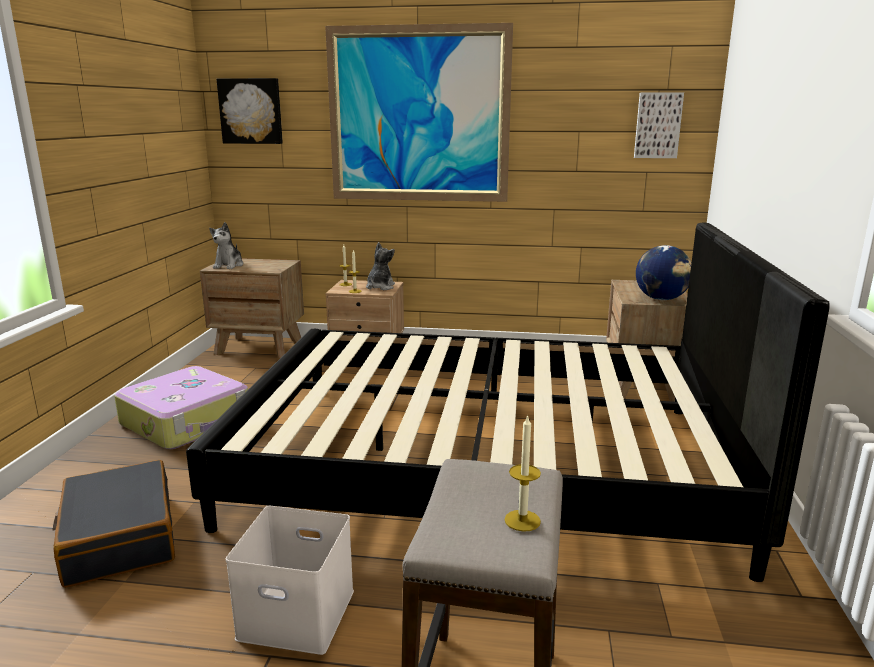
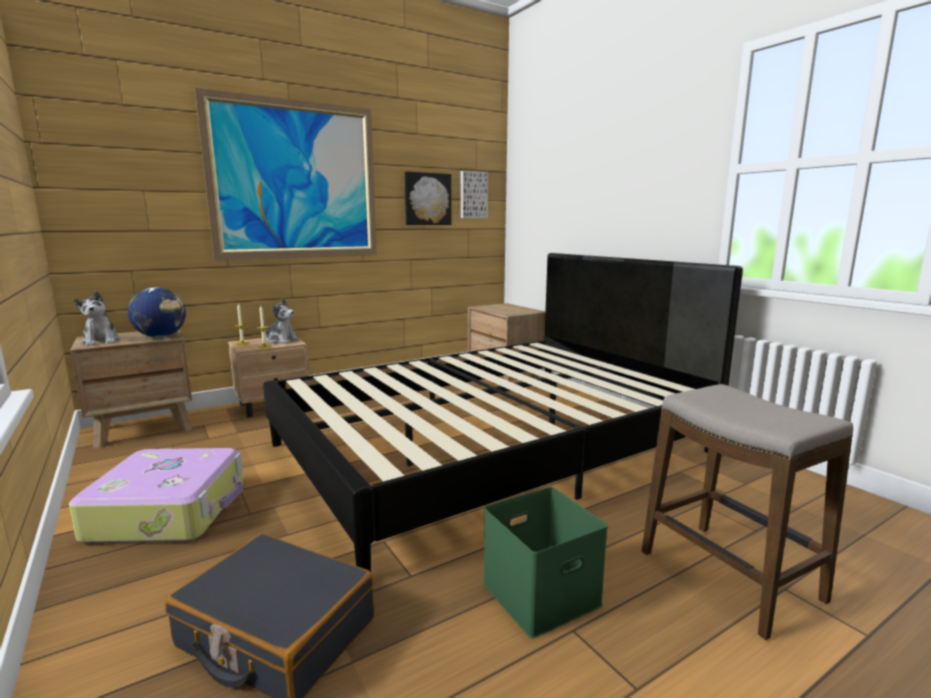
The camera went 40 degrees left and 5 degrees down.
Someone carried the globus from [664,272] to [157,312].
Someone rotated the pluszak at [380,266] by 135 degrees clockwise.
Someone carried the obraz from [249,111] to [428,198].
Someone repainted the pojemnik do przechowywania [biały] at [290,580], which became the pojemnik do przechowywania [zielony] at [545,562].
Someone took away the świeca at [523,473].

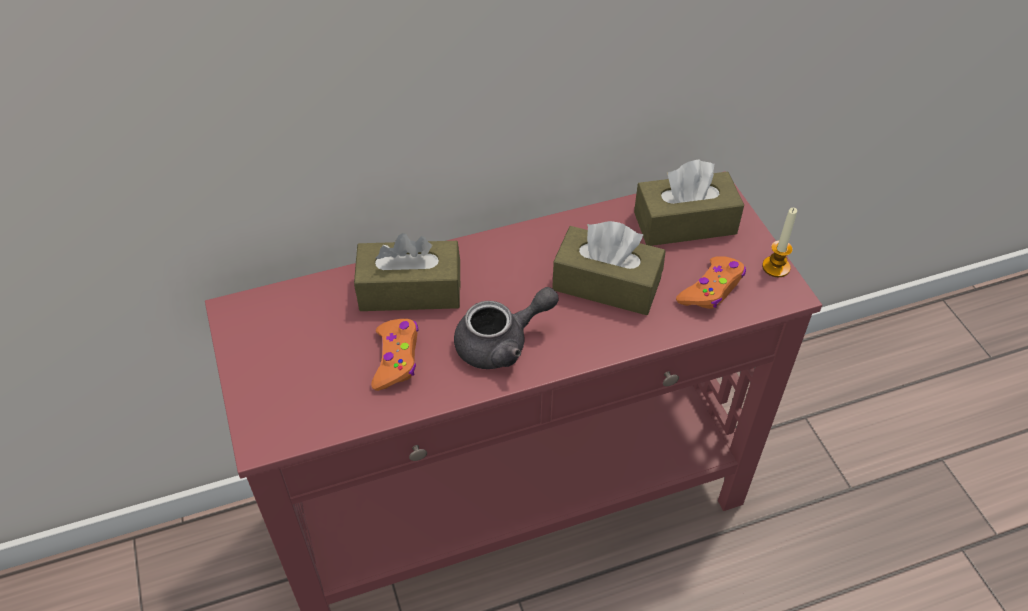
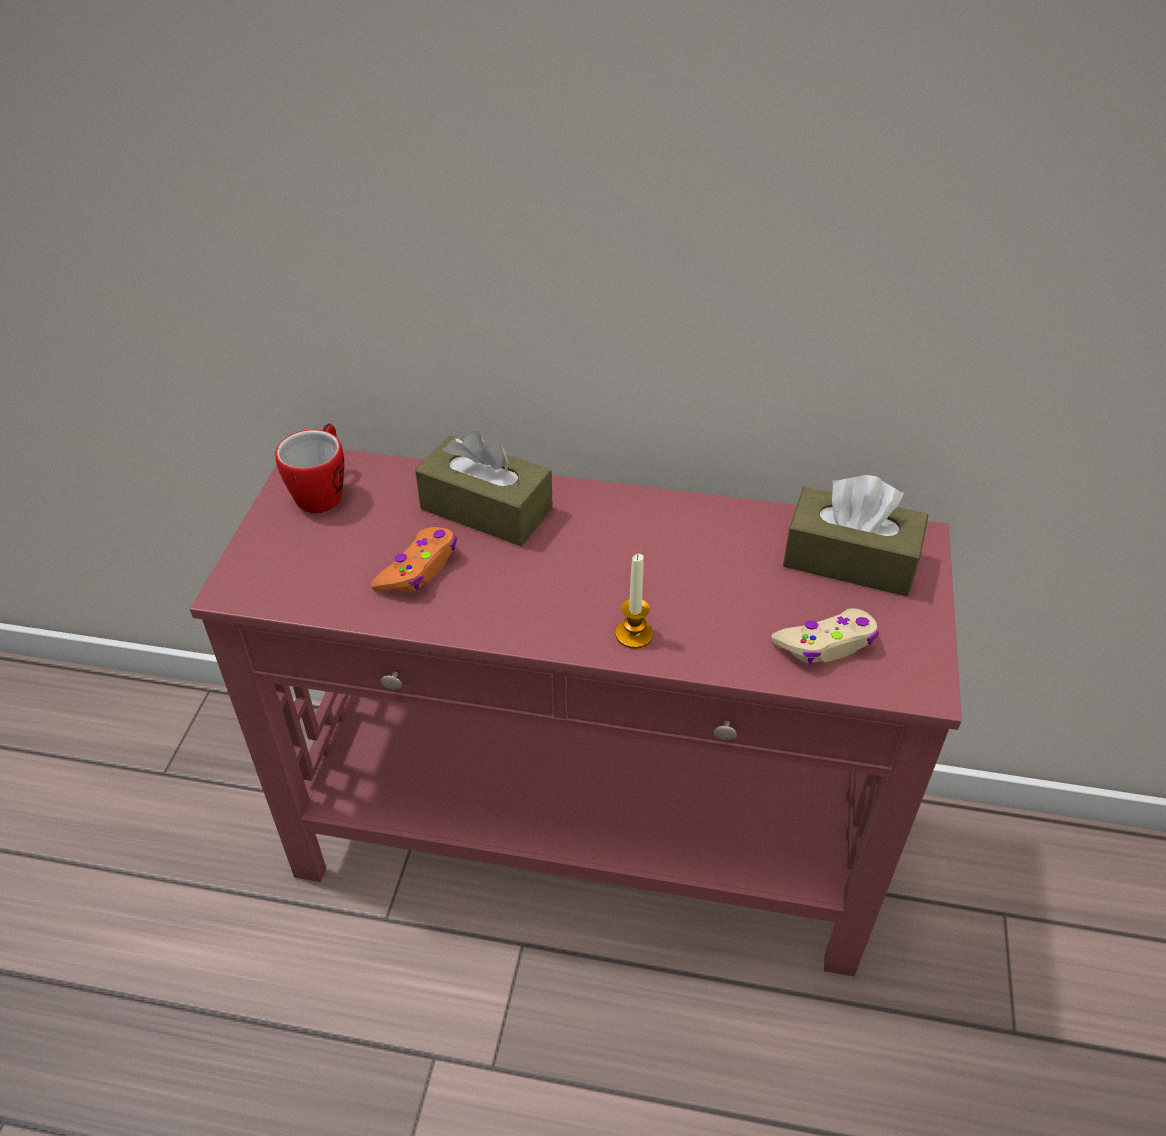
The camera went 30 degrees right and 5 degrees down.
Someone put down the kubek at [309,468].
Someone carried the świeca from [779,242] to [634,601].
Someone repainted the pad do gier [pomarańczowy] at [711,282], which became the pad do gier [beżowy] at [825,635].
Someone took away the imbryk [szary] at [506,328].
Someone took away the pudełko chusteczek [brązowy] at [609,268].

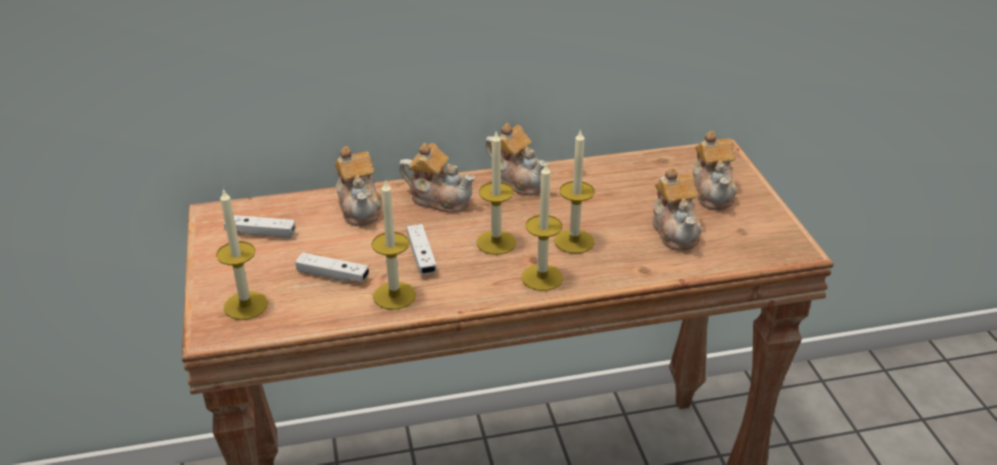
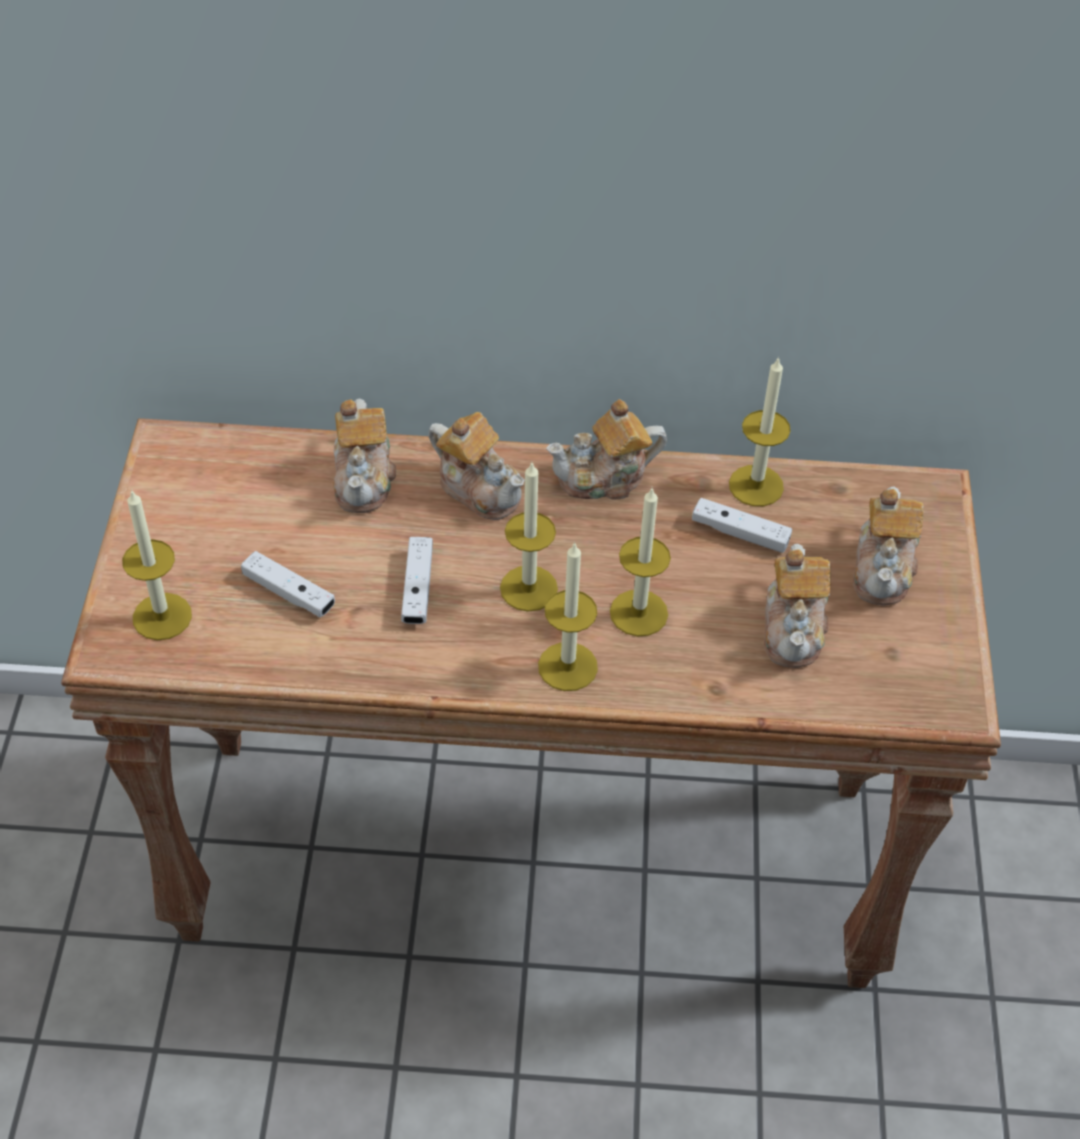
The camera went 15 degrees right and 15 degrees up.
Someone rotated the imbryk at [517,159] by 105 degrees clockwise.
Someone carried the pad do gier [biały] from [259,226] to [742,525].
Someone carried the świeca from [393,244] to [760,431].

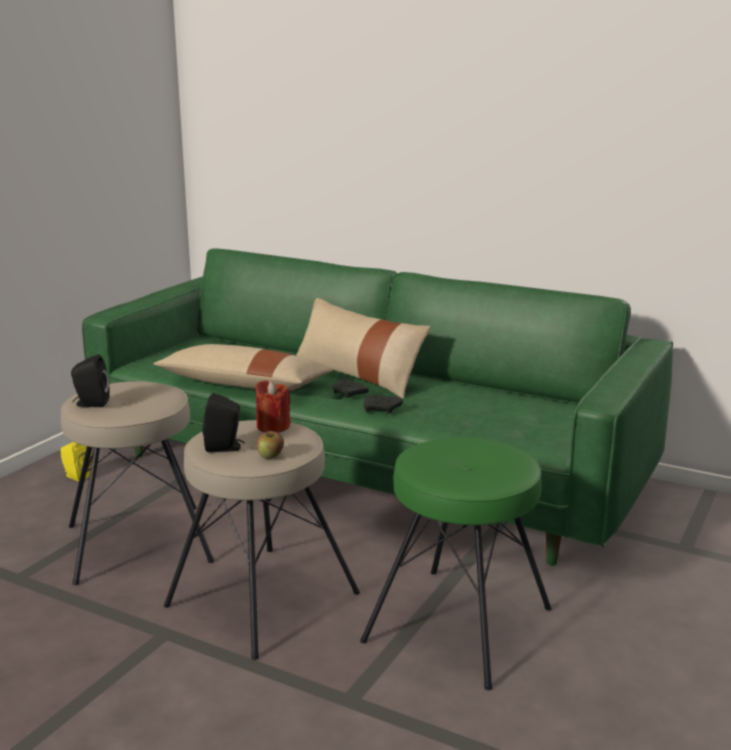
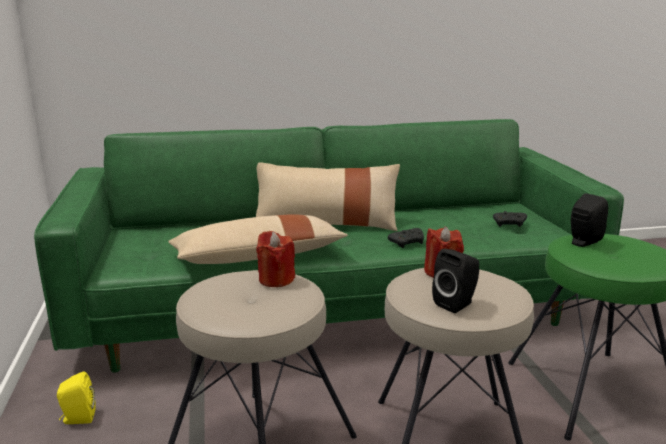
The camera went 40 degrees left and 0 degrees up.
Someone put down the świeca [czerwony] at [275,259].
Someone carried the pad do gier [czarny] from [350,388] to [510,219].
Someone carried the głośnik [czarny] from [90,380] to [589,220].
Someone took away the jabłko at [270,445].

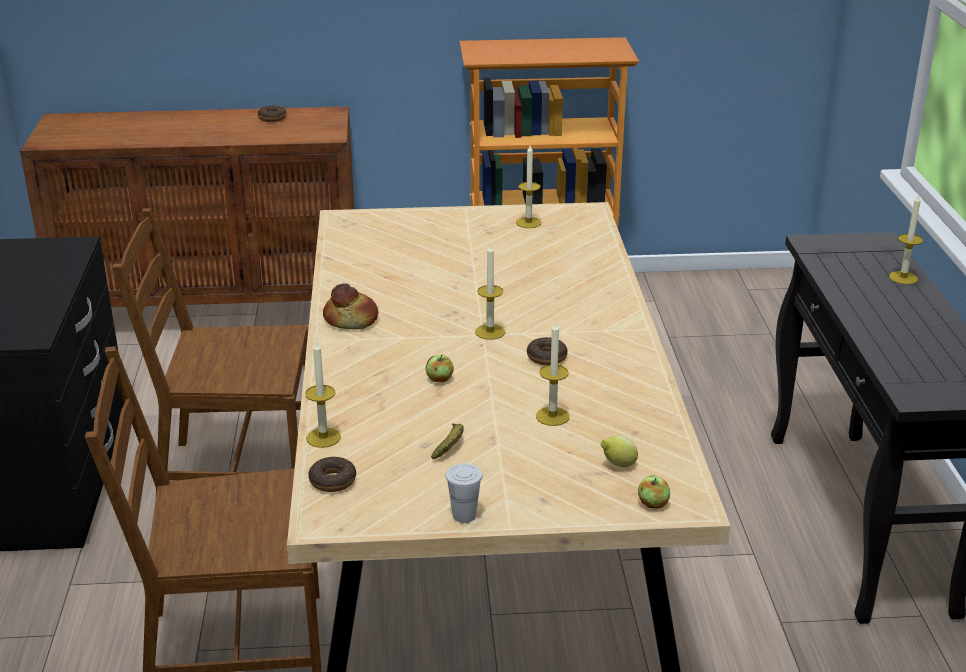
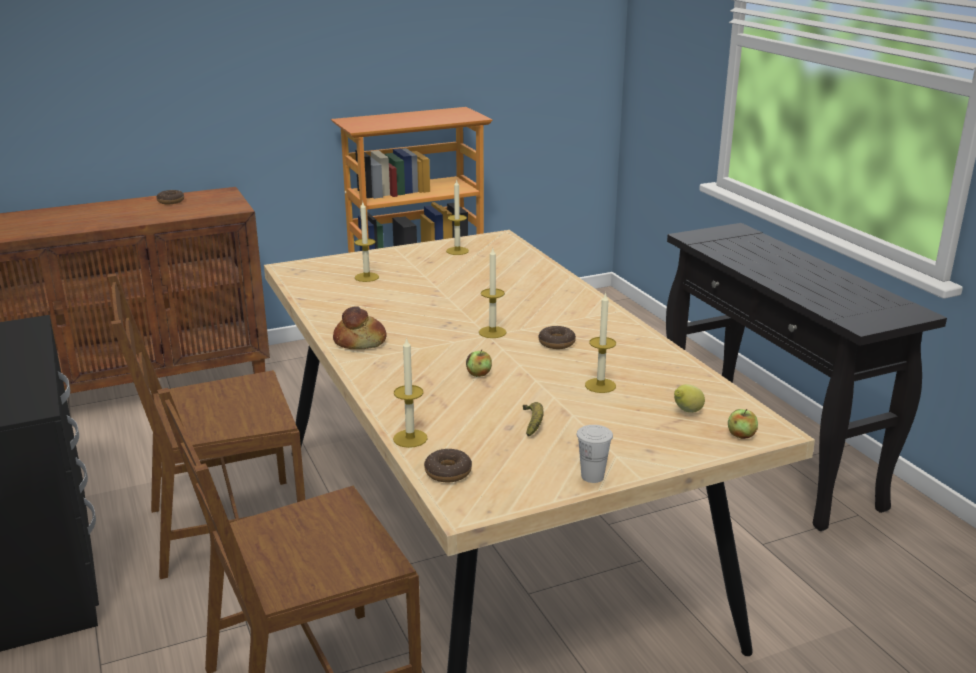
The camera went 20 degrees left and 5 degrees down.
Someone carried the świeca from [906,239] to [366,242].

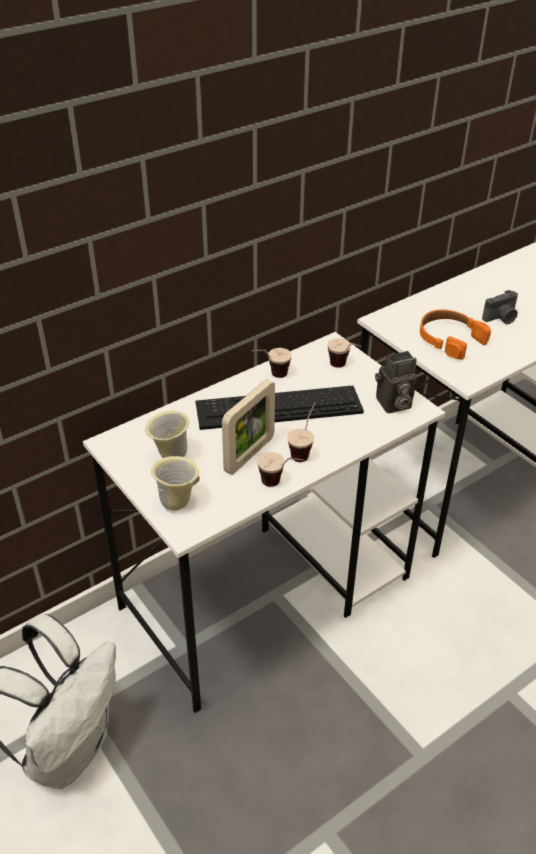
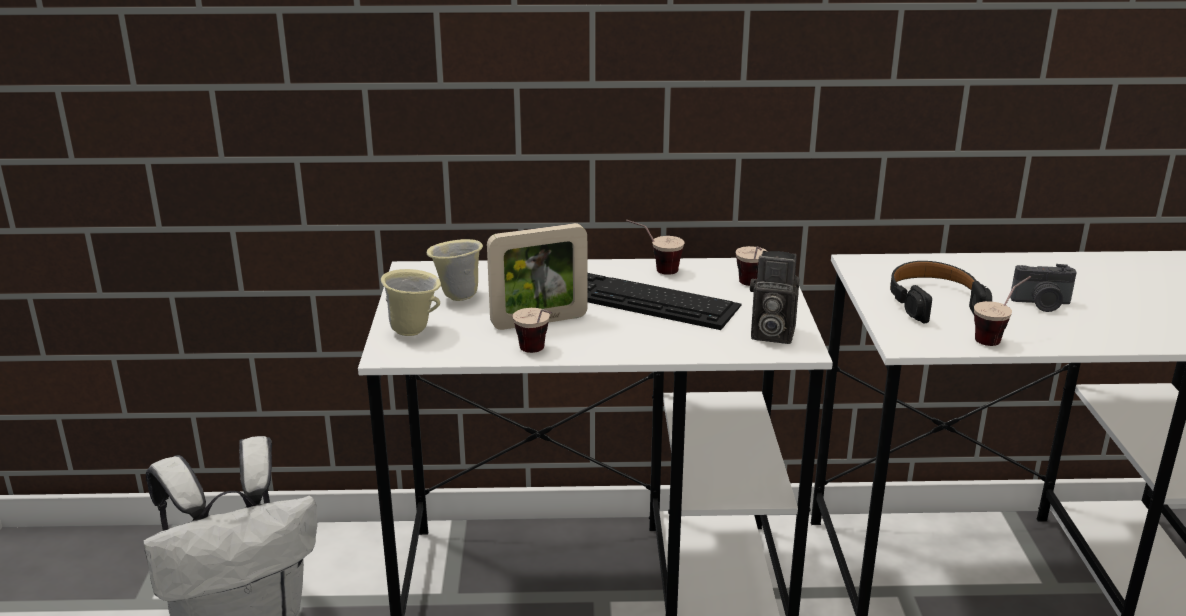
The camera went 35 degrees right and 15 degrees down.
Someone repainted the słuchawki [pomarańczowy] at [455,334], which became the słuchawki [czarny] at [941,292].
Someone carried the filiżanka from [301,432] to [1002,311].

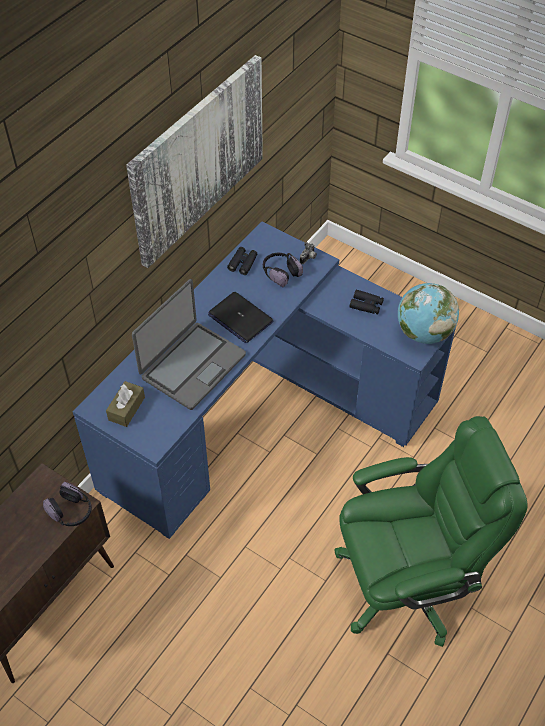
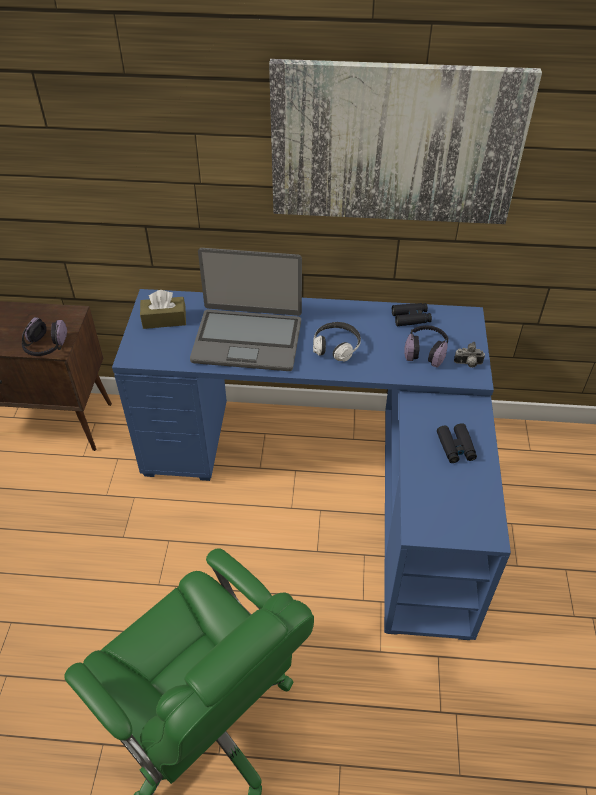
The camera went 60 degrees right and 5 degrees down.
Someone swapped the laptop at [240,317] for the słuchawki at [337,341].
Someone took away the globus at [428,313].

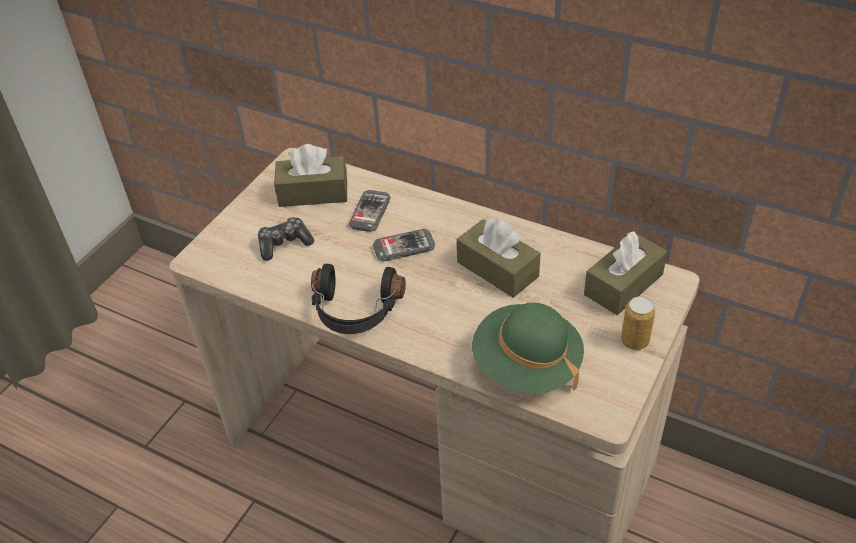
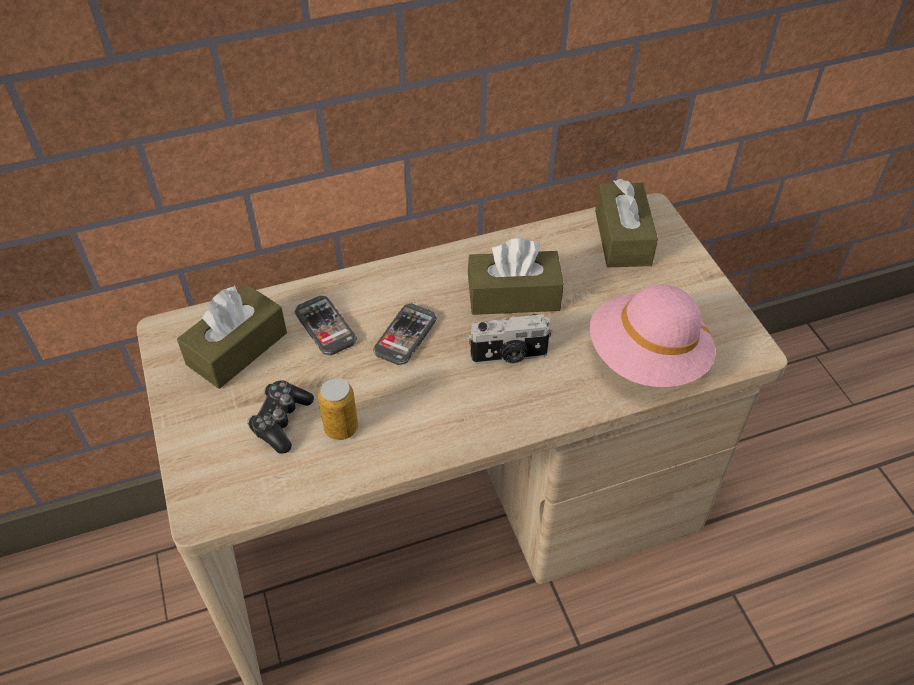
The camera went 50 degrees left and 5 degrees up.
Someone carried the puszka from [638,323] to [338,409].
Someone put down the aparat fotograficzny at [510,339].
Someone repainted the kapelusz [zielony] at [528,347], which became the kapelusz [różowy] at [653,336].
Someone took away the słuchawki [czarny] at [358,299].

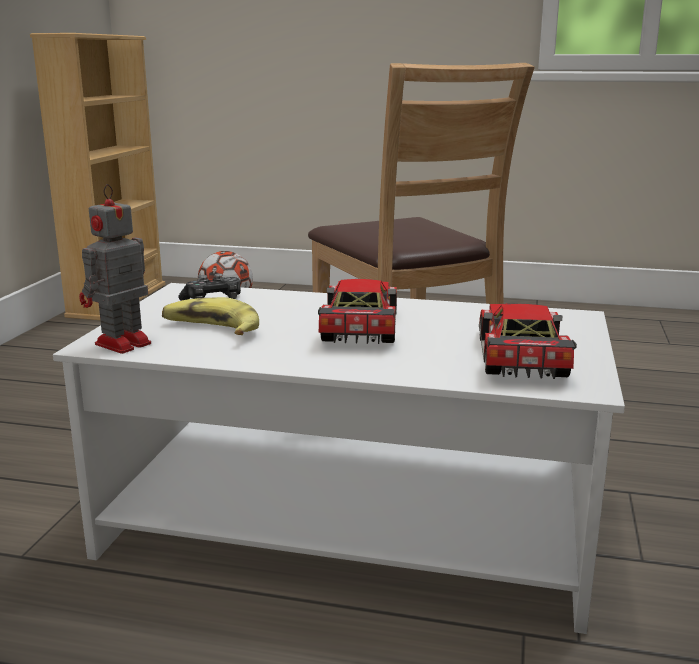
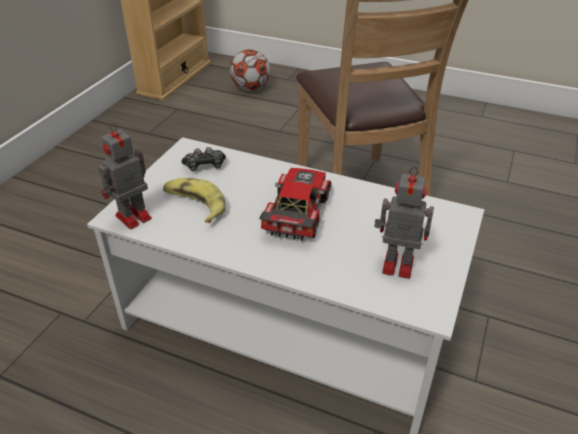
The camera went 10 degrees right and 20 degrees up.
Someone swapped the samochodzik at [528,341] for the robot zabawkowy at [404,223].

